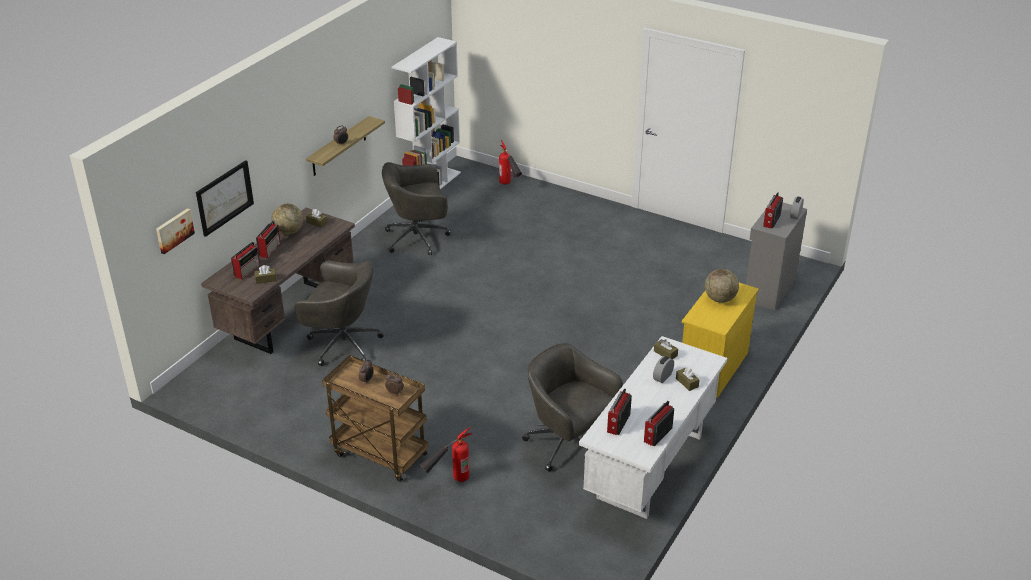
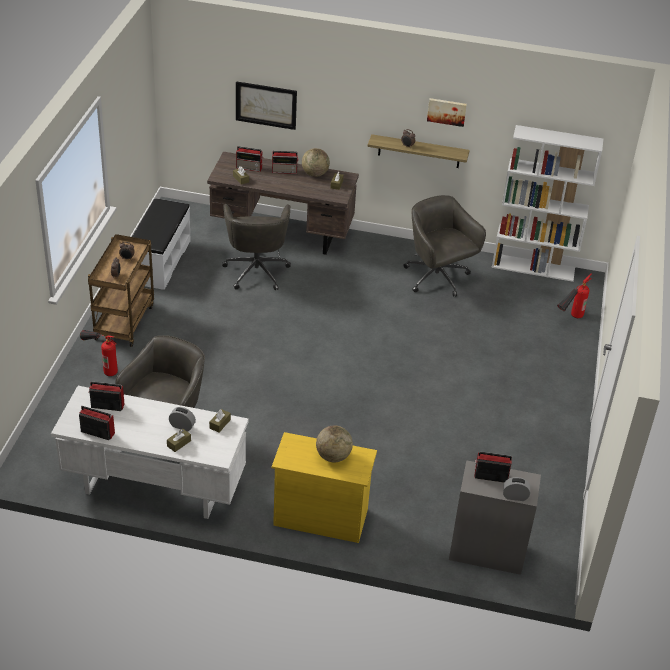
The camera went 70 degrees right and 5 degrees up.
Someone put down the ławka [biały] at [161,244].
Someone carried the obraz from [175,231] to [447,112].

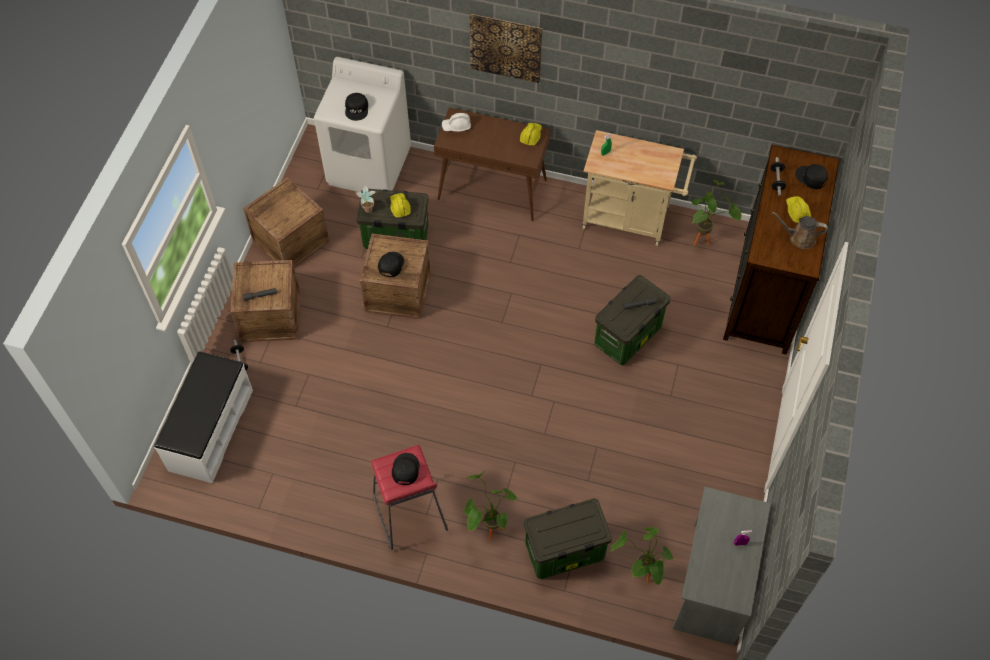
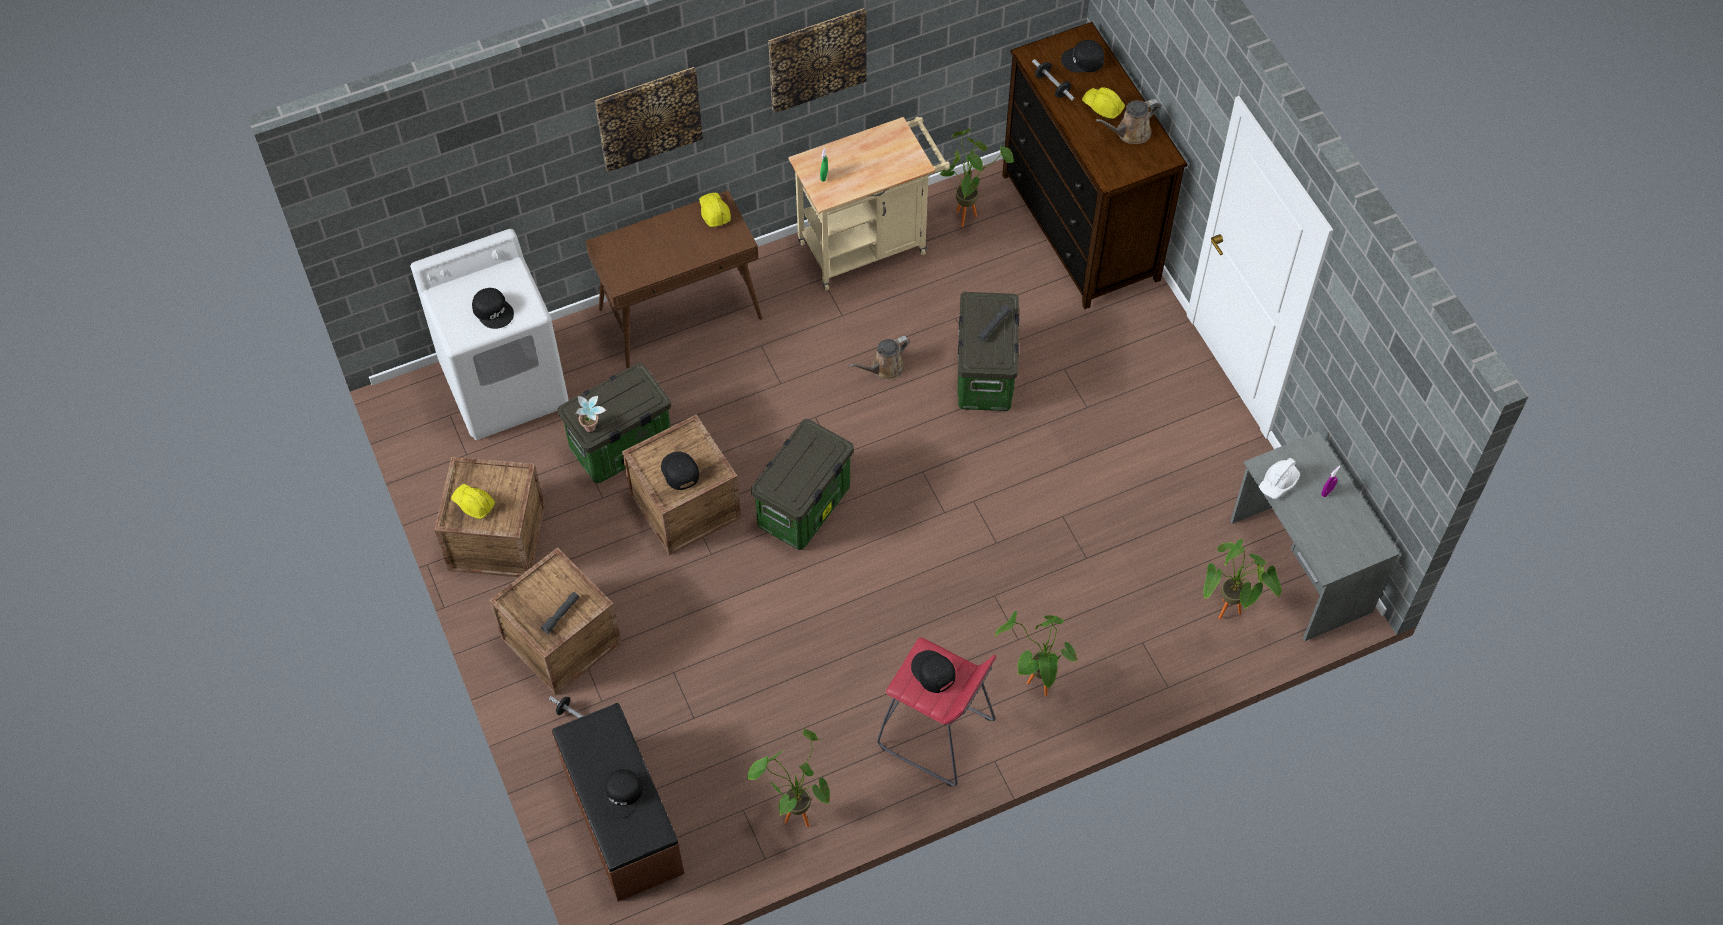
The camera went 40 degrees left and 0 degrees up.
Someone carried the kask [żółty] from [400,205] to [473,501].
Someone repainted the ławka [biały] at [203,417], which became the ławka [brązowy] at [618,802].
Someone put down the czapka z daszkiem [czarny] at [622,793].
Someone put down the roślina doniczkowa at [788,777].
Someone carried the pojemnik do przechowywania from [568,538] to [802,484].
Someone put up the obraz at [817,60].
Someone put down the konewka [brązowy] at [879,357].
Someone carried the kask [biały] from [456,122] to [1279,478].

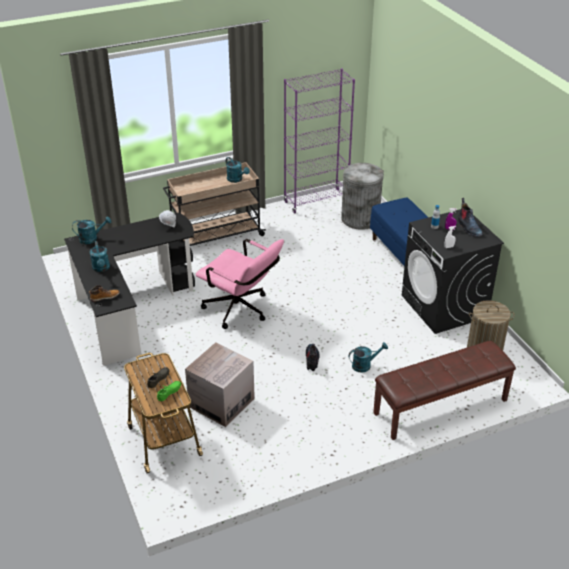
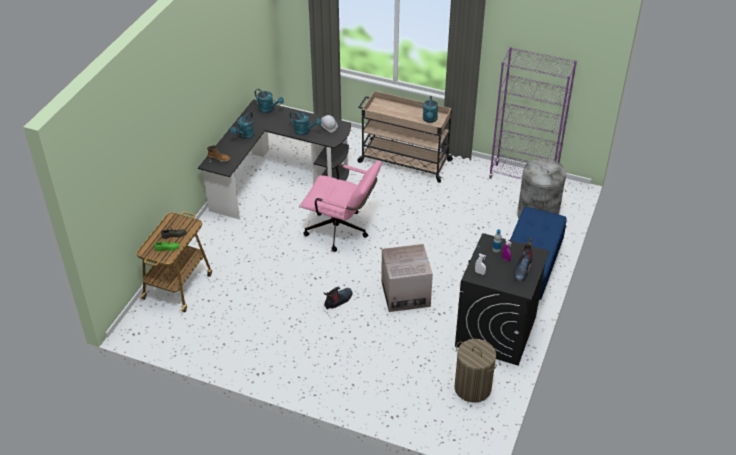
The camera went 45 degrees right and 5 degrees up.
Someone carried the konewka [turkusowy] from [368,357] to [306,123].
Someone rotated the krzesło biurowe [różowy] at [240,284] by 60 degrees counterclockwise.
Someone carried the karton from [220,384] to [407,278].
Someone took away the ławka [brązowy] at [444,390].

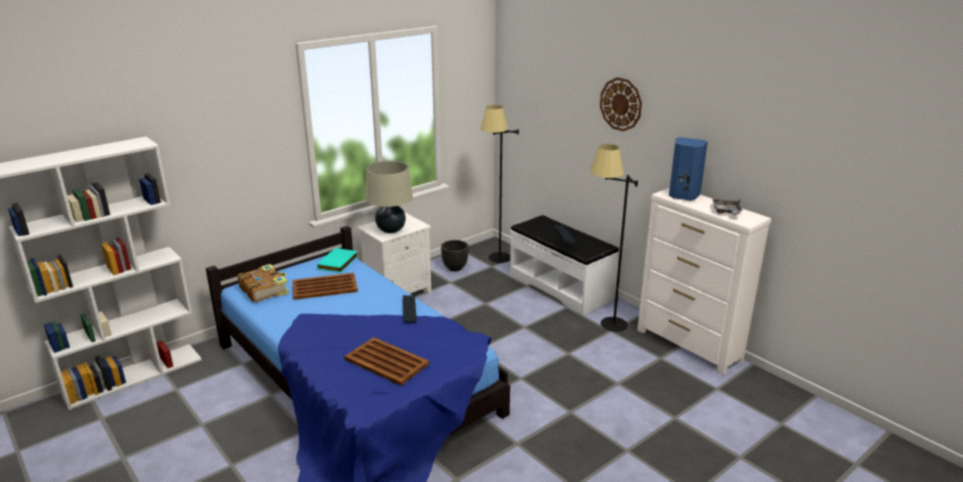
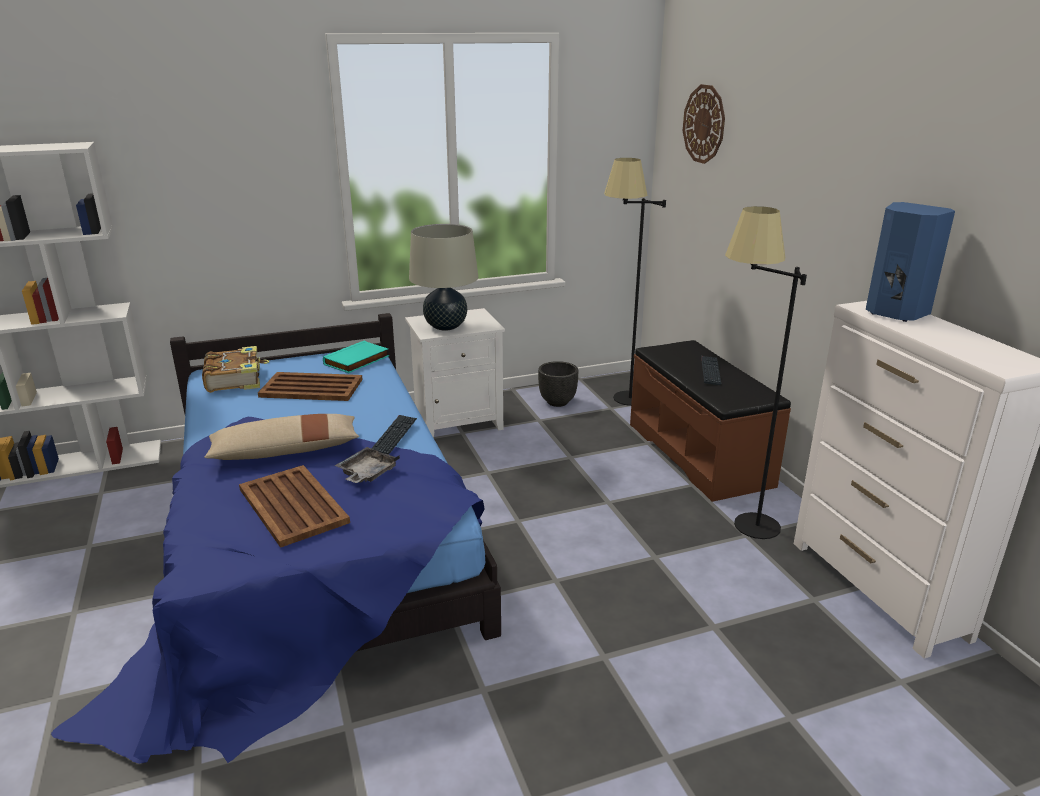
The camera went 20 degrees right and 0 degrees up.
Someone put down the poduszka [beżowy] at [281,437].
Someone carried the taca [szary] from [727,207] to [367,465].
Someone repainted the ławka [biały] at [564,265], which became the ławka [brązowy] at [710,421].
Someone carried the zegar ścienny from [621,104] to [704,124].

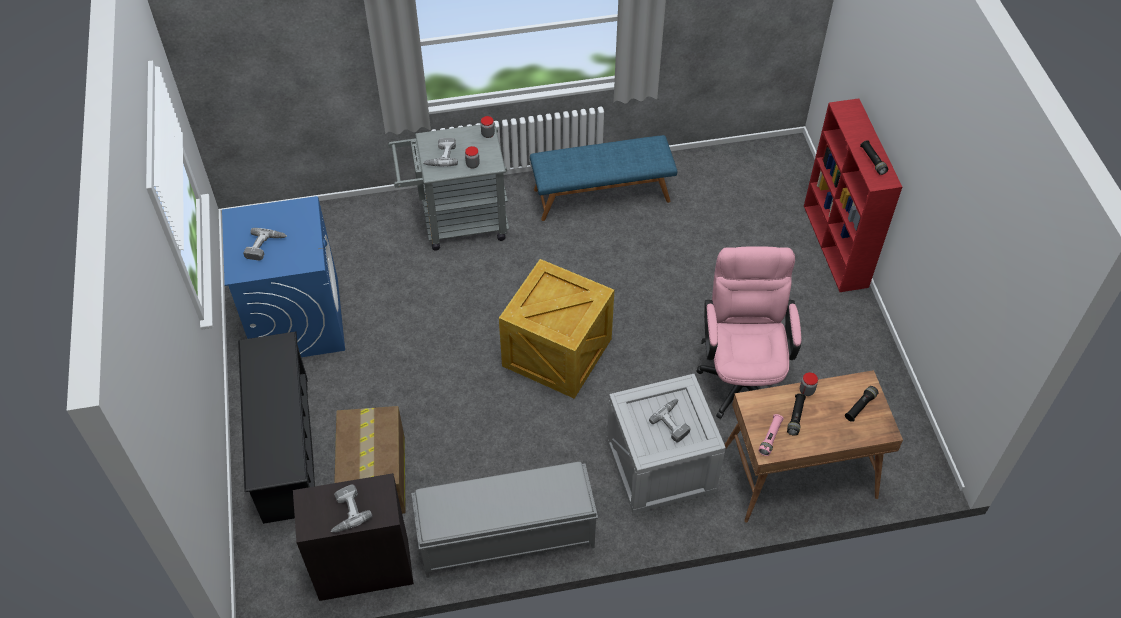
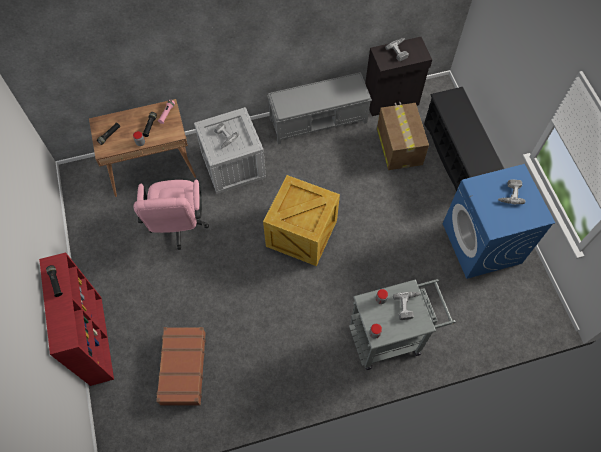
The camera went 175 degrees right and 10 degrees up.
Someone put down the walizka [brązowy] at [181,366].
Someone took away the ławka [niebieski] at [604,178].

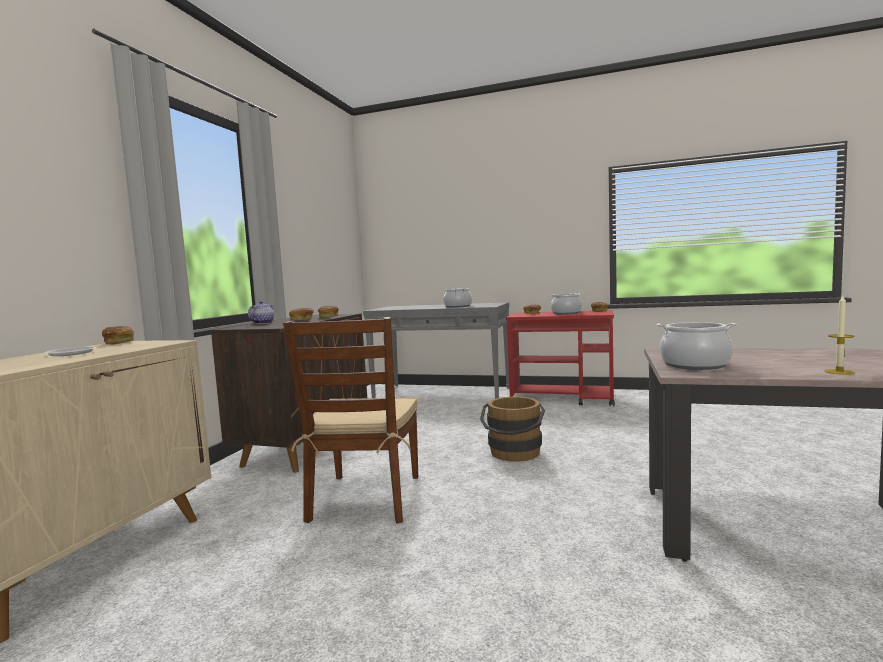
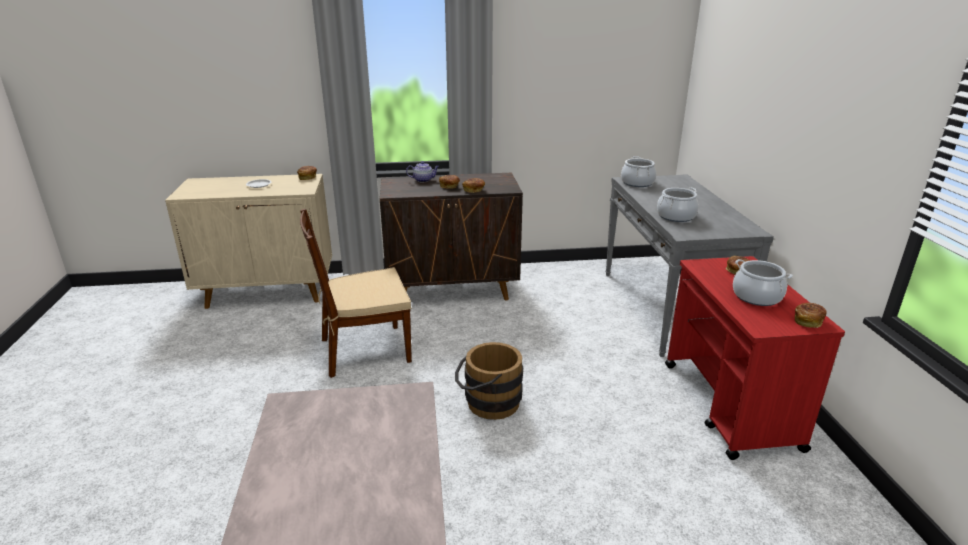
The camera went 65 degrees right and 20 degrees up.
Someone carried the garnek from [696,346] to [638,171].
Someone took away the świeca at [840,334].

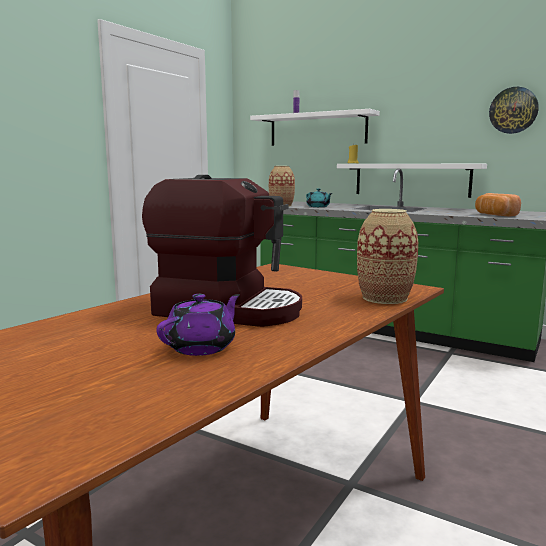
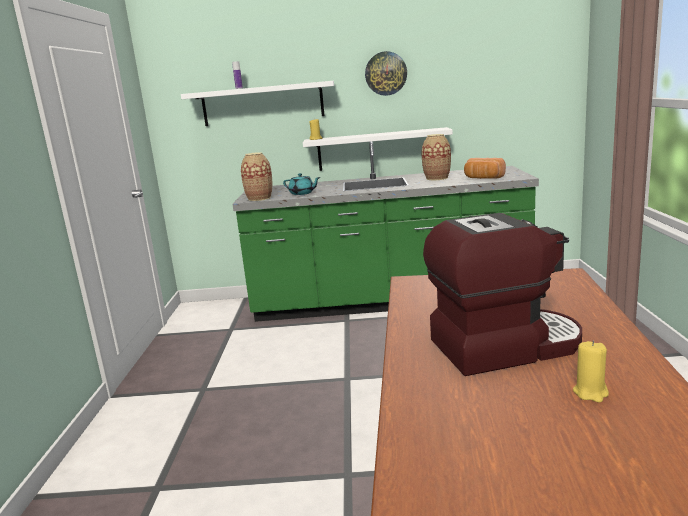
The camera went 30 degrees left and 5 degrees up.
Someone carried the zegar ścienny from [514,110] to [386,73].
Someone carried the wazon from [387,256] to [436,157].
Someone swapped the imbryk [fioletowy] at [198,325] for the świeca [żółty] at [591,371].

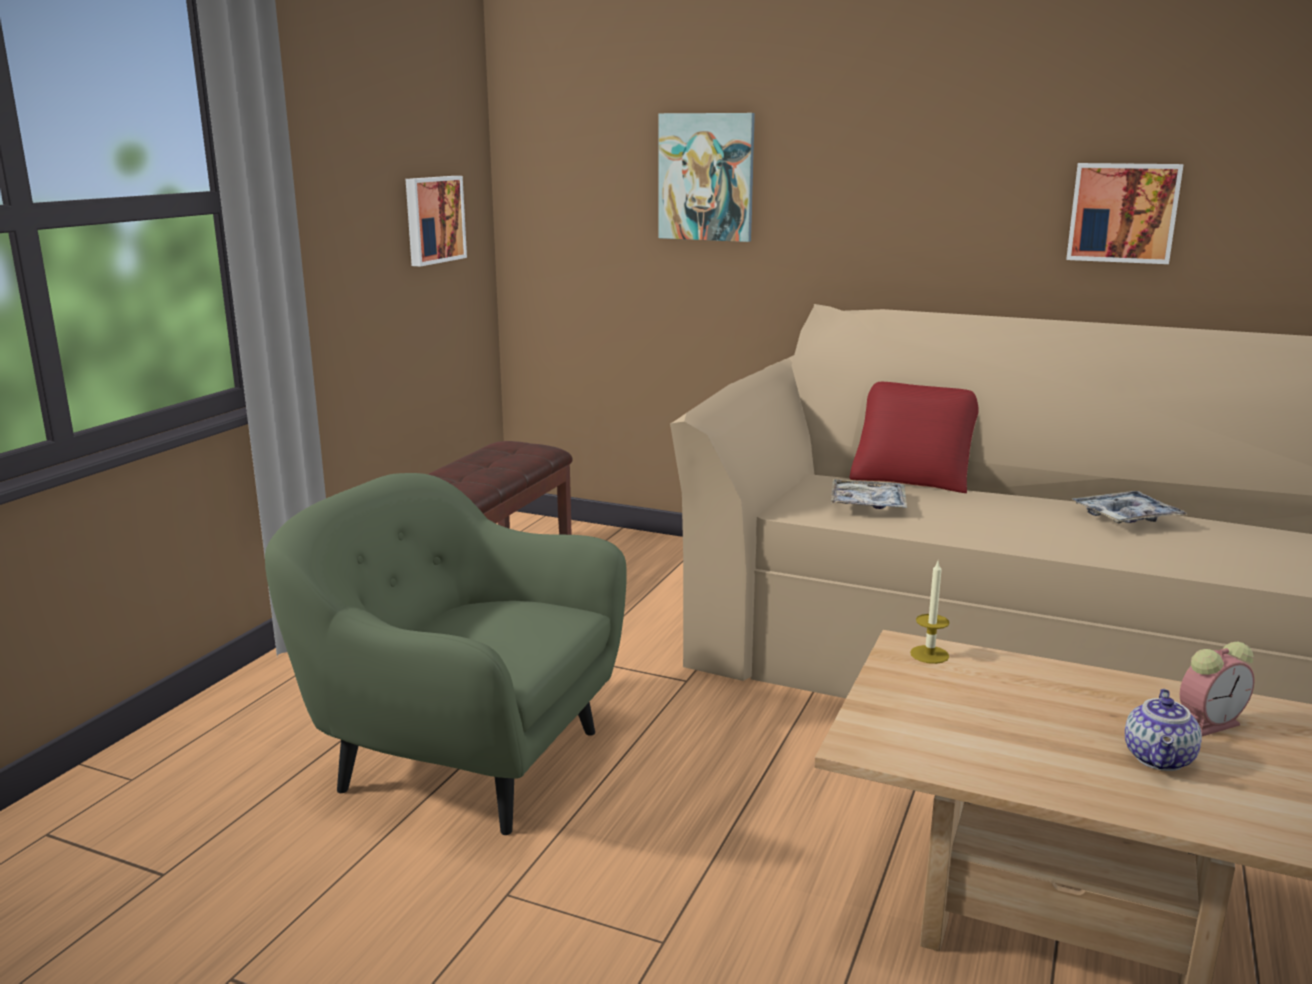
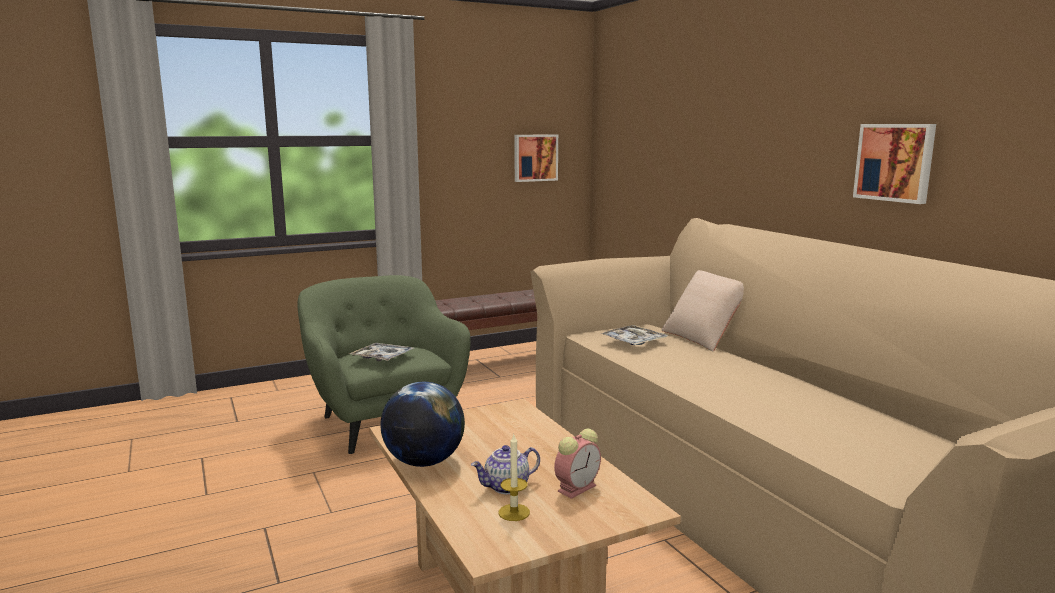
The camera went 40 degrees right and 5 degrees down.
Someone carried the taca from [1130,507] to [381,352].
Someone put down the globus at [423,424].
Someone carried the świeca from [930,612] to [514,478].
Someone rotated the budzik at [1217,688] by 60 degrees counterclockwise.
Someone repainted the poduszka [czerwony] at [914,437], which became the poduszka [beżowy] at [702,310].
Someone took away the obraz at [706,177].

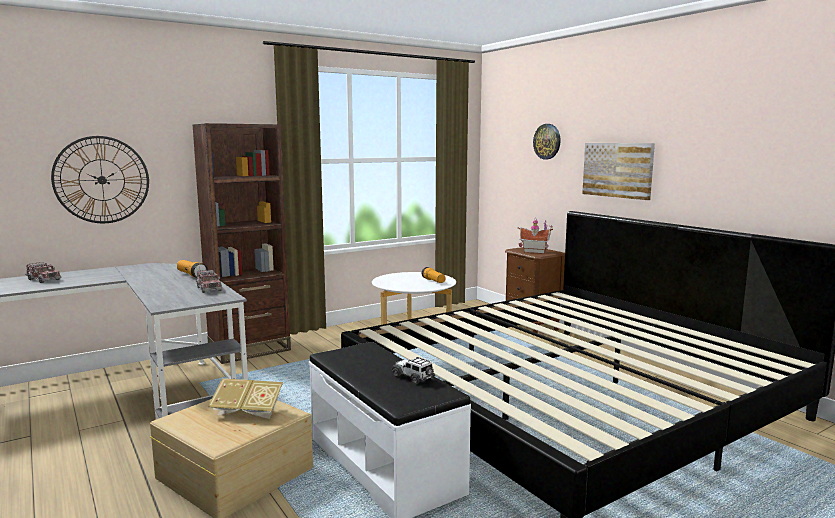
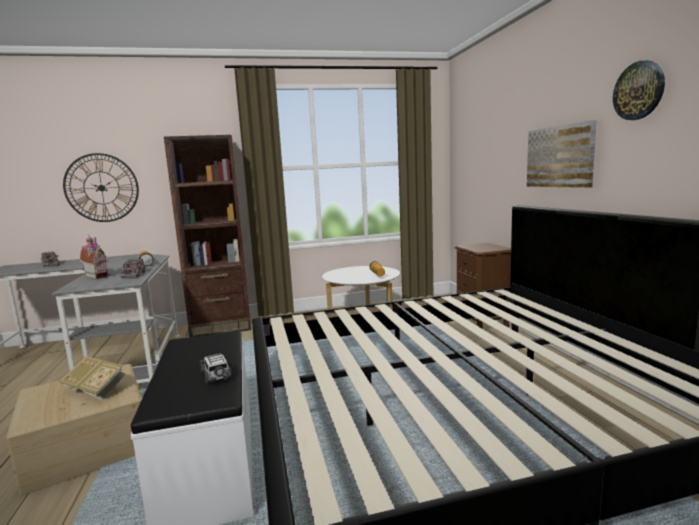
The camera went 20 degrees right and 0 degrees up.
Someone carried the domek from [535,236] to [95,257].
Someone carried the zegar ścienny from [547,141] to [639,90].

